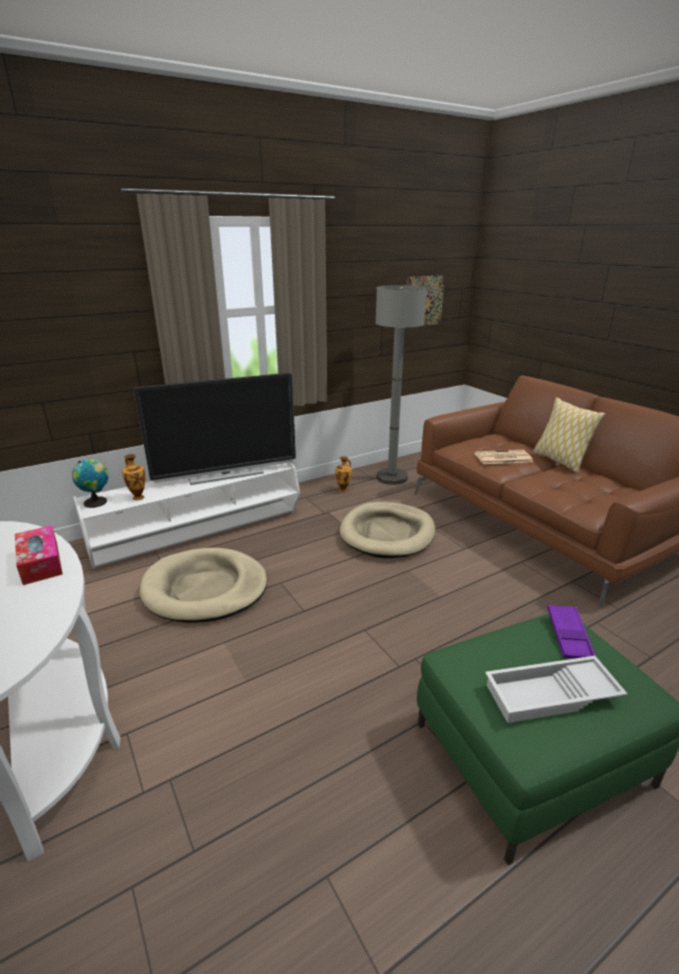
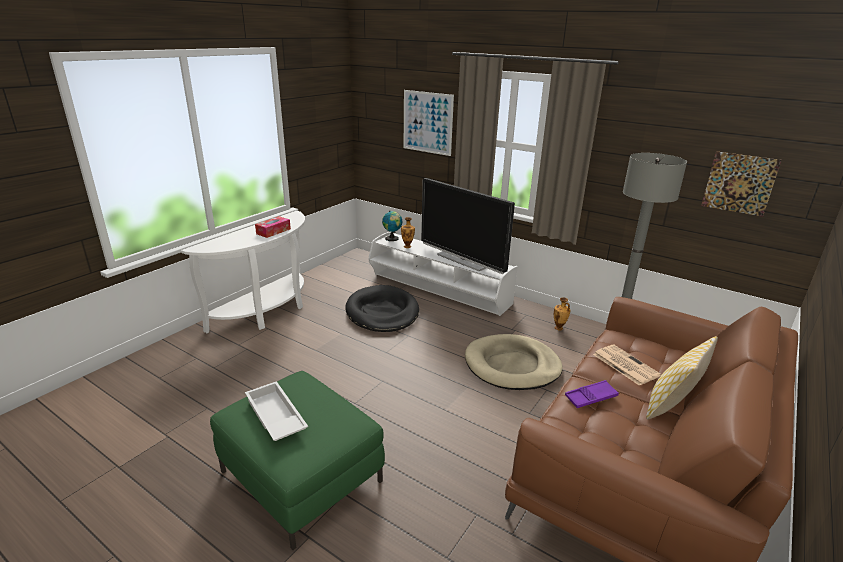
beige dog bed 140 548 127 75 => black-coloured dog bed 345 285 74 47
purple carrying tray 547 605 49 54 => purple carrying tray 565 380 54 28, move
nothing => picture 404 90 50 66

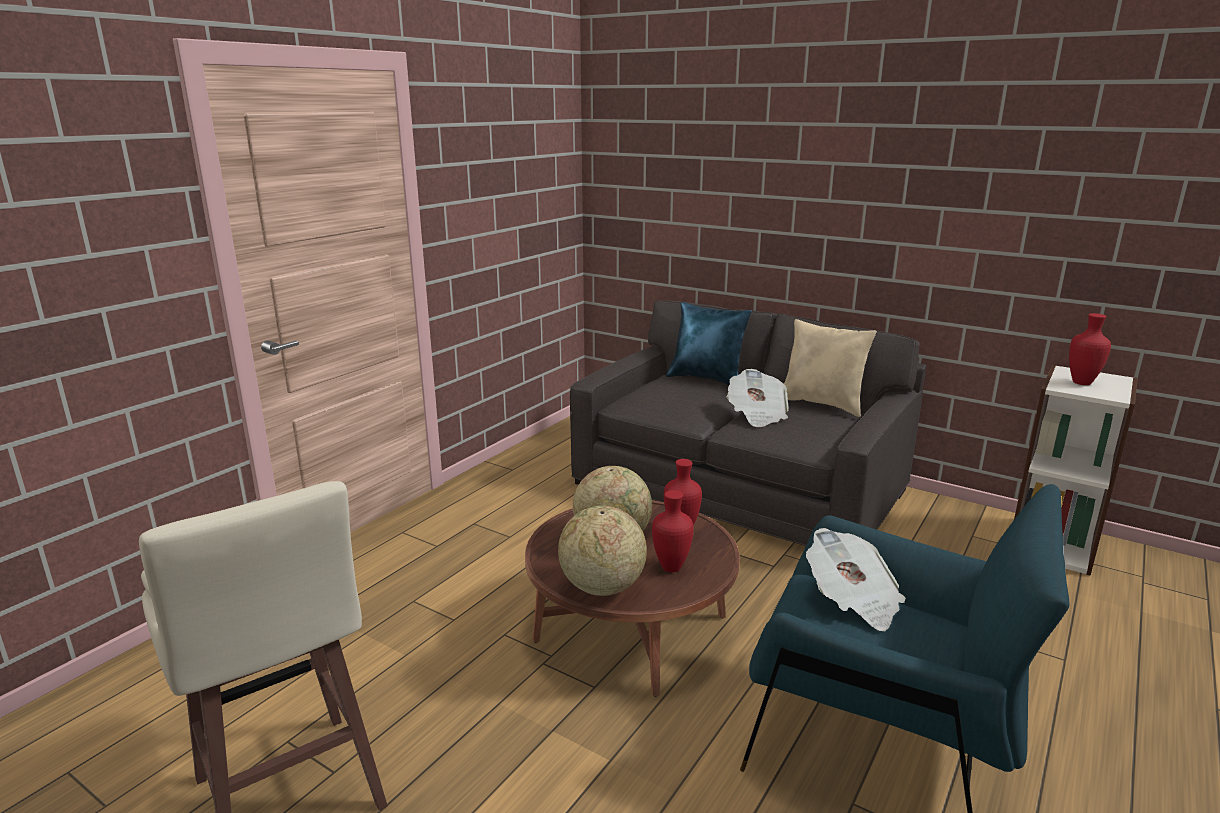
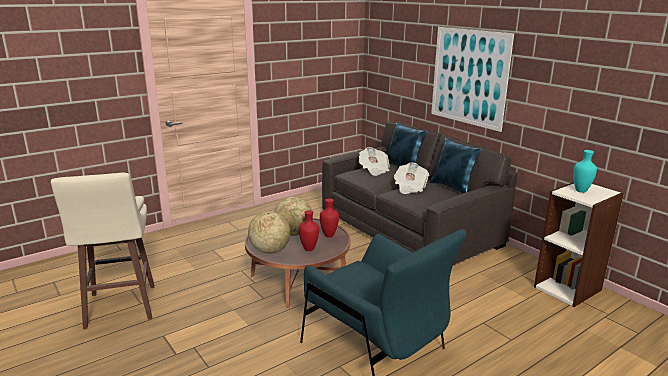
beige cushion 784 319 93 98 => blue cushion 430 138 52 56
printed paper 806 528 100 103 => printed paper 359 147 31 29, move
reddish vase 1069 313 42 72 => turquoise vase 573 150 24 43
nothing => picture 431 27 83 105

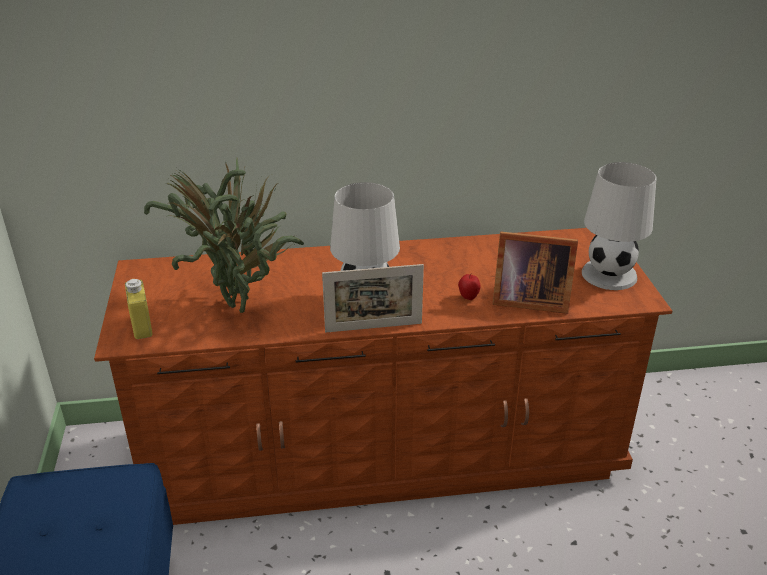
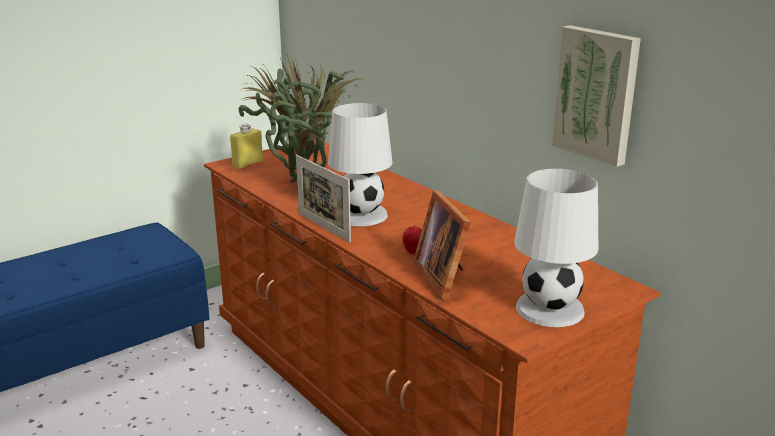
nothing => picture 552 25 89 142

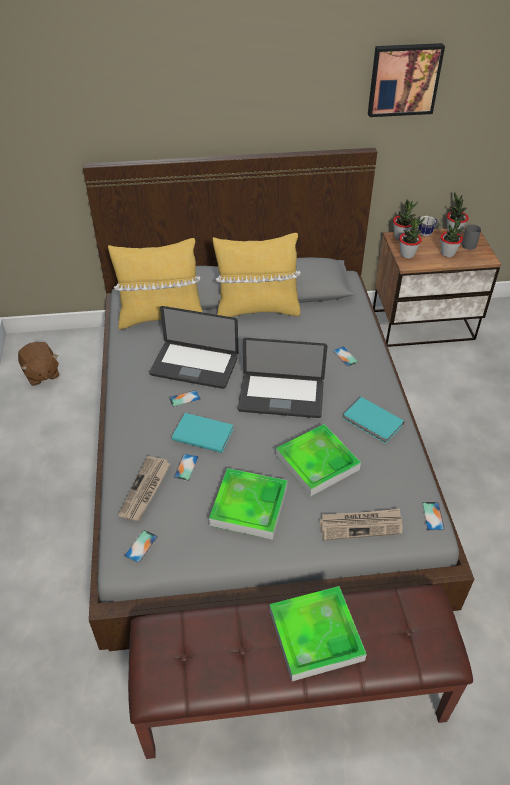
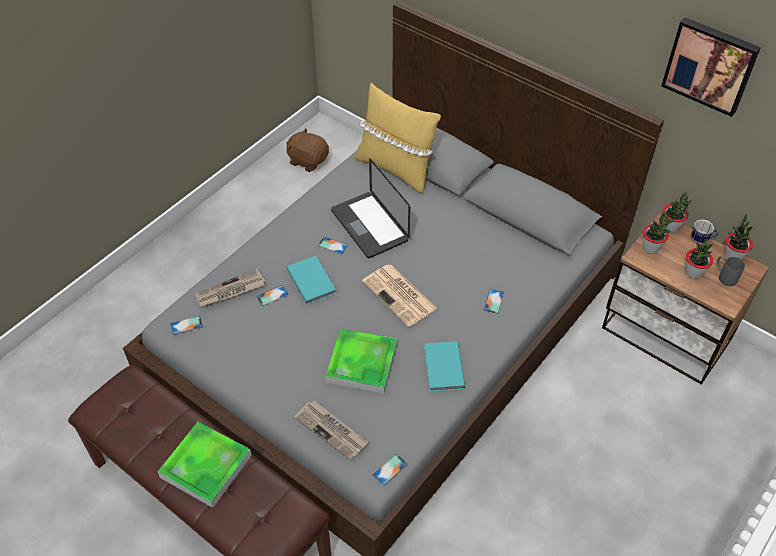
brown-coloured soft toy 18 342 41 44 => brown-coloured soft toy 286 128 43 44, 105 degrees clockwise
carrying tray 209 468 79 72 => nothing
yellowish cushion 213 233 88 84 => nothing
portable computer 238 338 89 80 => printed paper 362 264 75 63

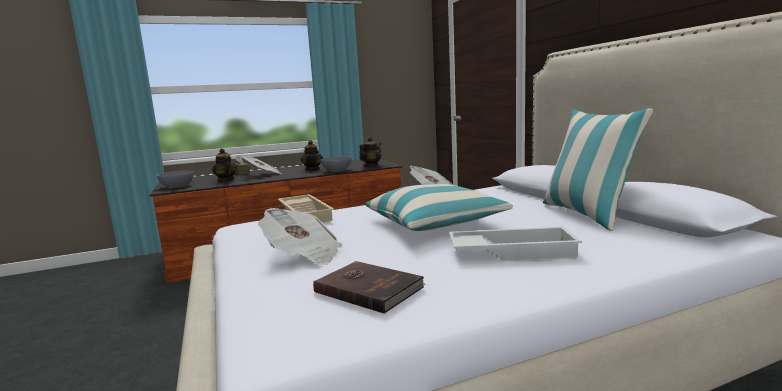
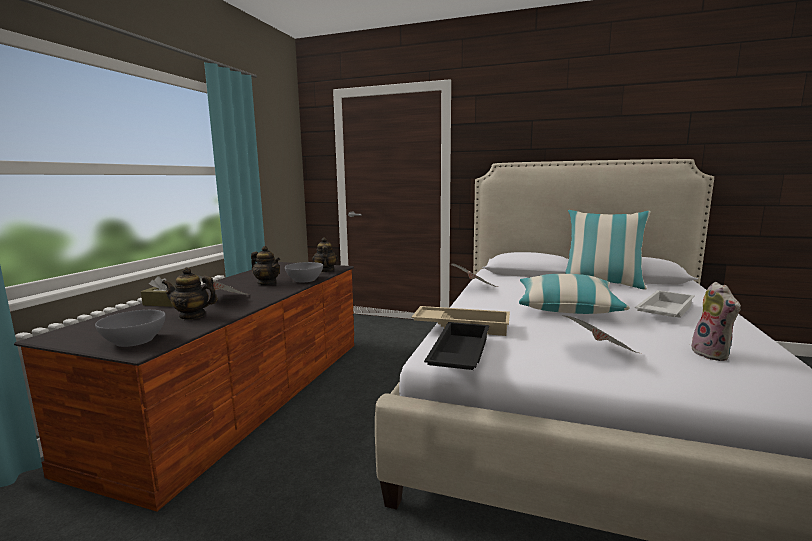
brown-coloured bound book 313 261 112 53 => soft toy 689 282 52 79
nothing => black-coloured carrying tray 424 322 65 48

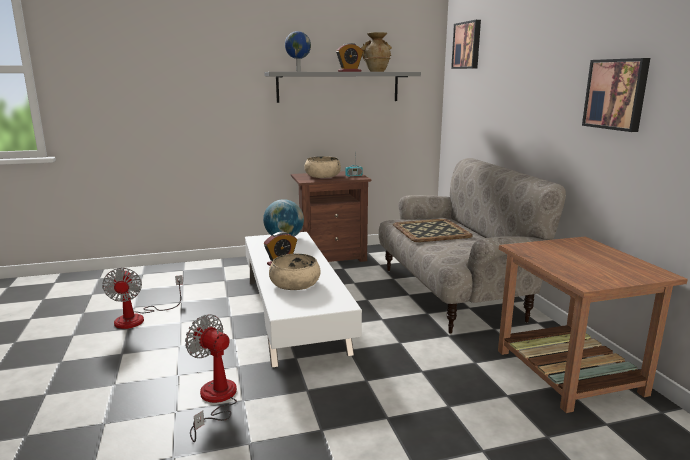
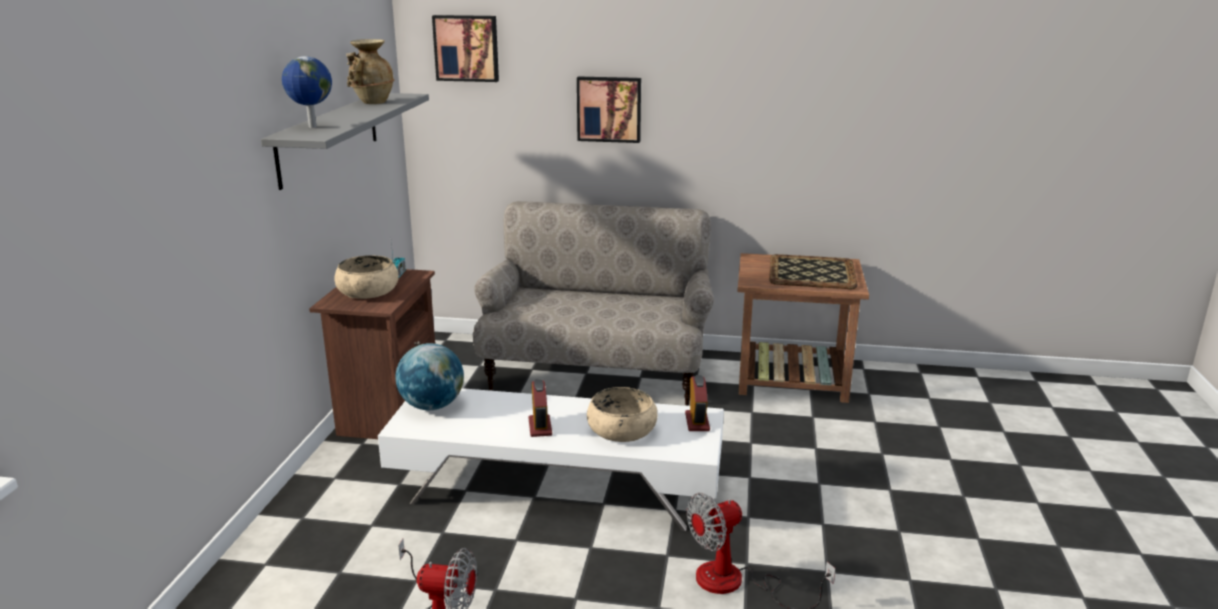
table clock 336 43 27 29 => table clock 685 375 25 56, move
carrying tray 393 219 80 23 => carrying tray 769 254 89 35, move
picture 582 58 68 74 => picture 577 76 64 67, move

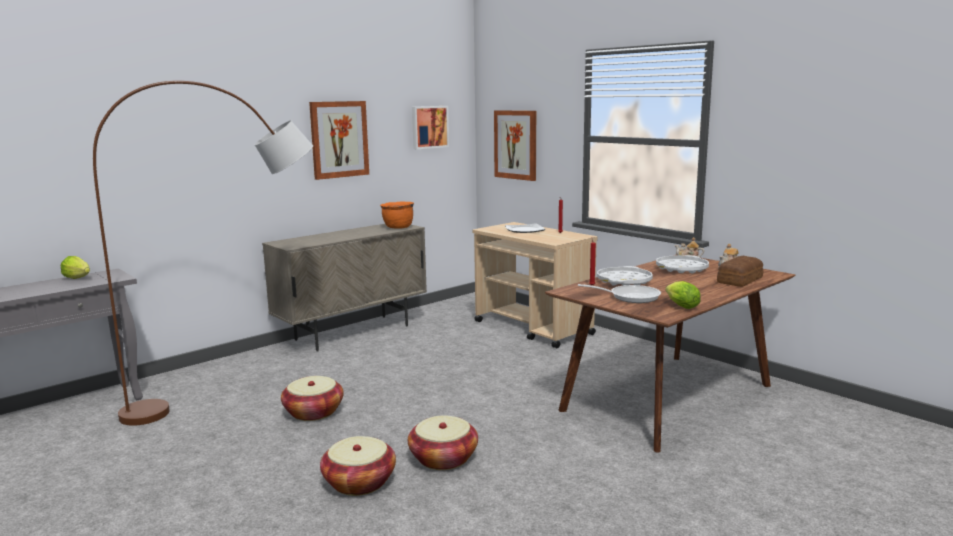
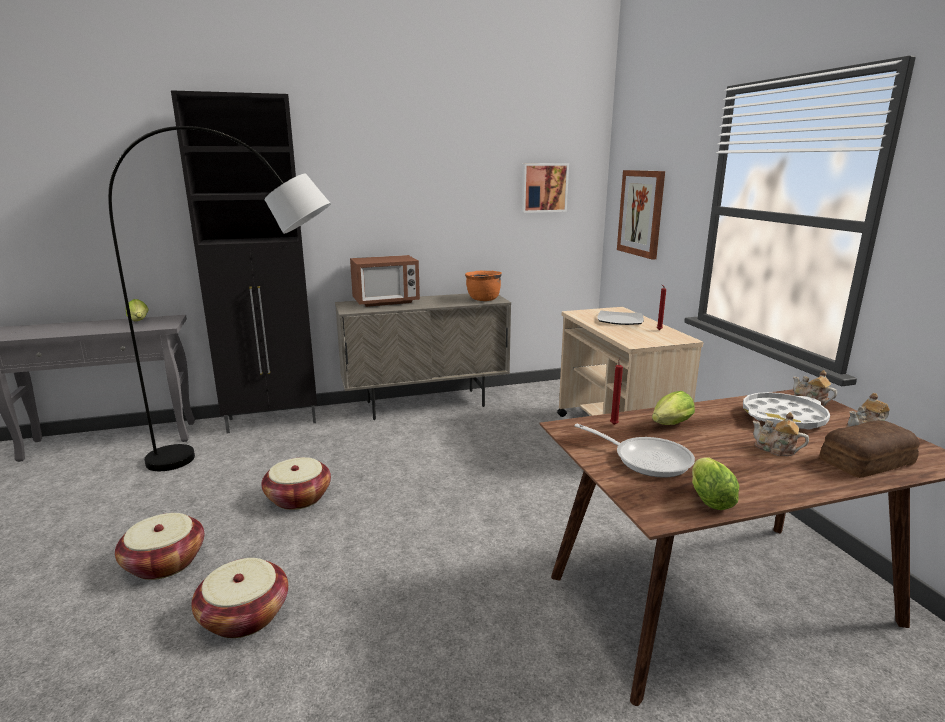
brown-coloured standing lamp 93 81 220 345 => grey standing lamp 108 126 223 345
picture 309 101 60 79 => nothing
household basket 408 416 70 54 => household basket 115 513 89 67, move
white-coloured carrying tray 597 266 56 20 => head of lettuce 652 391 43 34
nothing => black-coloured storage cabinet 171 90 146 344
nothing => microwave 350 255 70 52
nothing => pot for tea 753 412 56 44

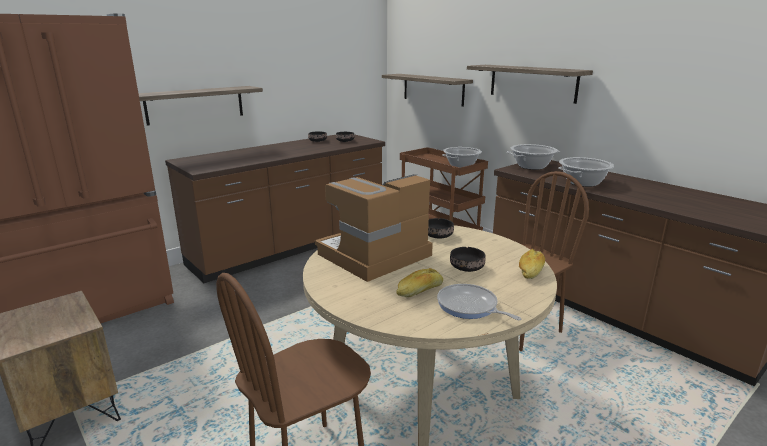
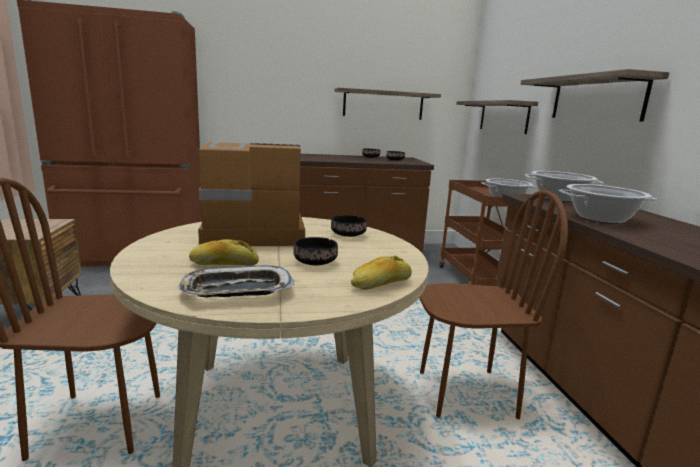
bracket shelf 138 86 125 40 => bracket shelf 334 88 107 32, move
skillet 437 284 85 36 => carrying tray 178 265 117 32

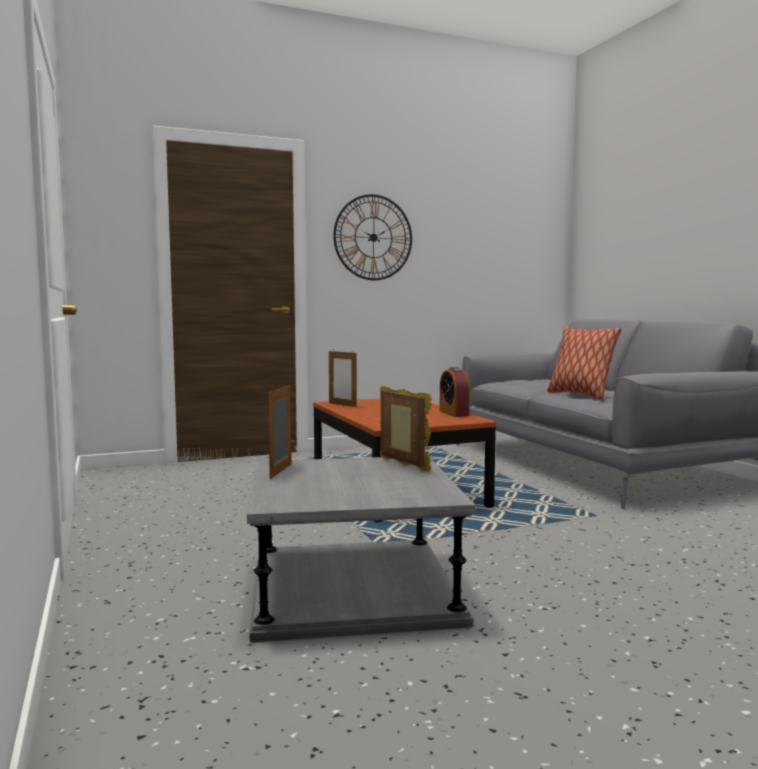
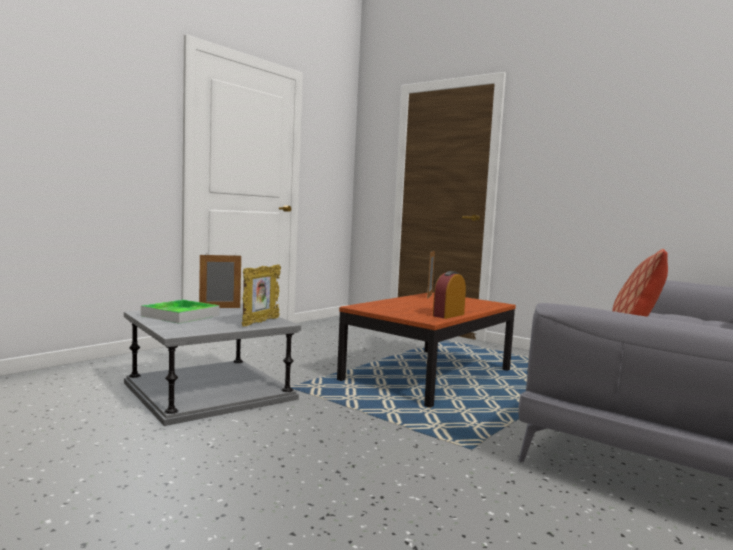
clock on the wall 333 194 79 86 => nothing
nothing => carrying tray 141 299 79 25

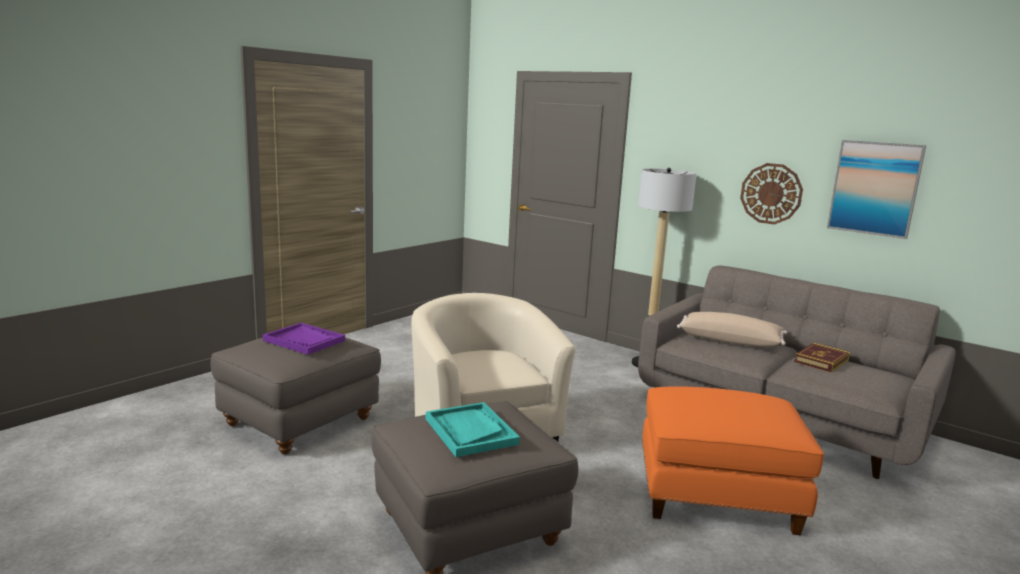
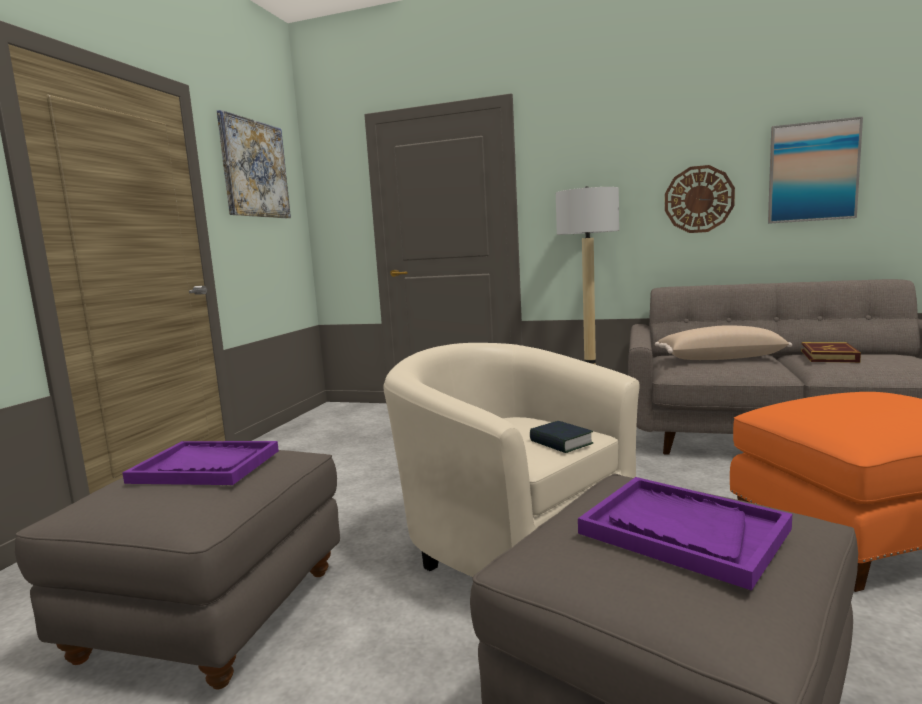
turquoise carrying tray 426 402 94 55 => purple carrying tray 578 477 214 113
nothing => picture 217 110 74 108
nothing => bound book 530 421 63 32

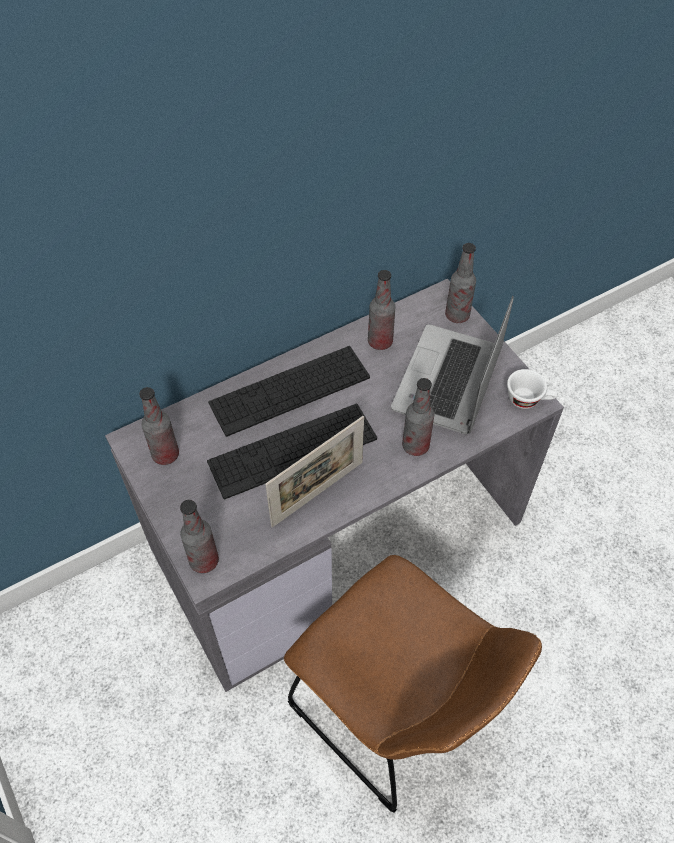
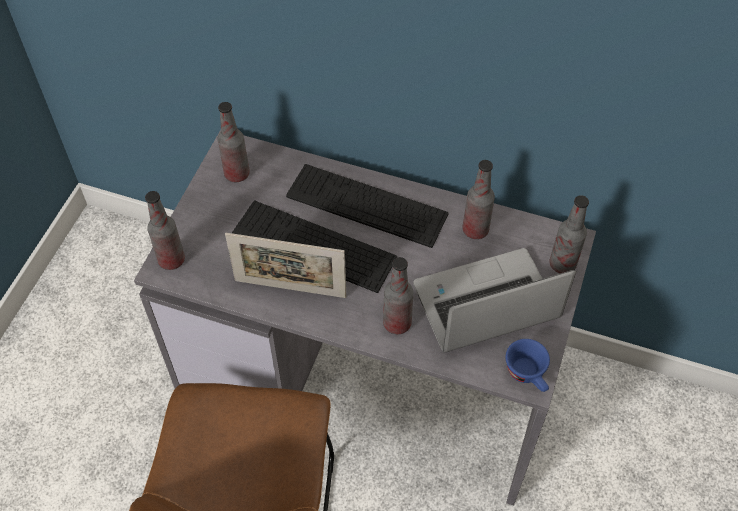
white-coloured cup 507 369 51 40 => blue cup 506 339 44 53

